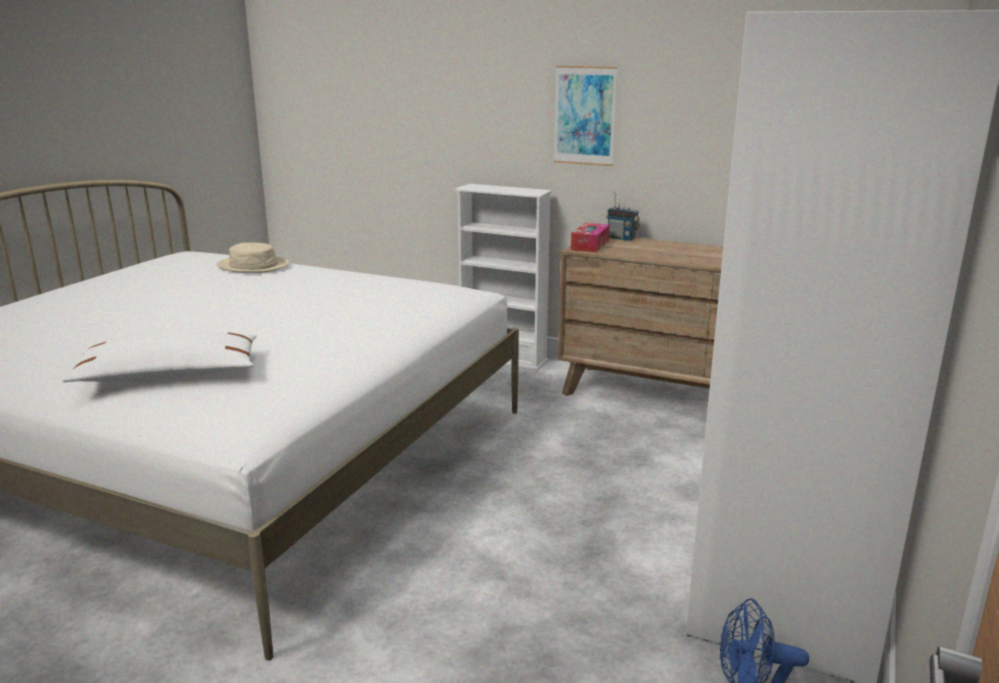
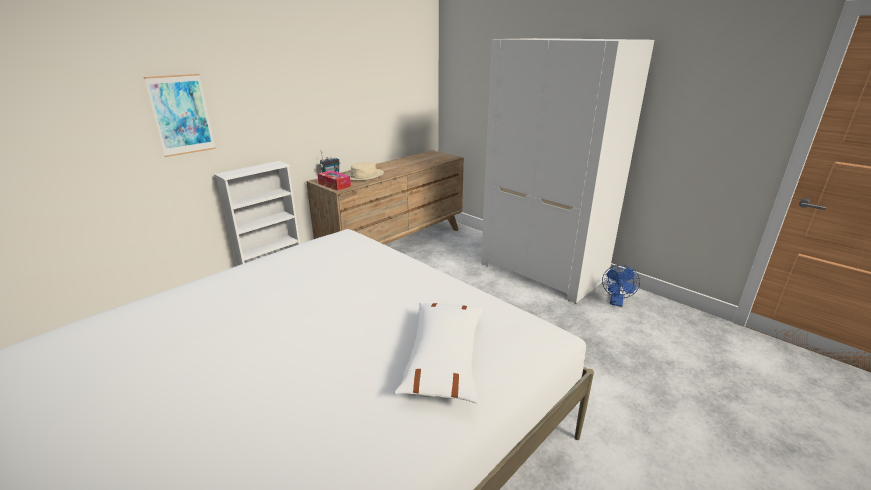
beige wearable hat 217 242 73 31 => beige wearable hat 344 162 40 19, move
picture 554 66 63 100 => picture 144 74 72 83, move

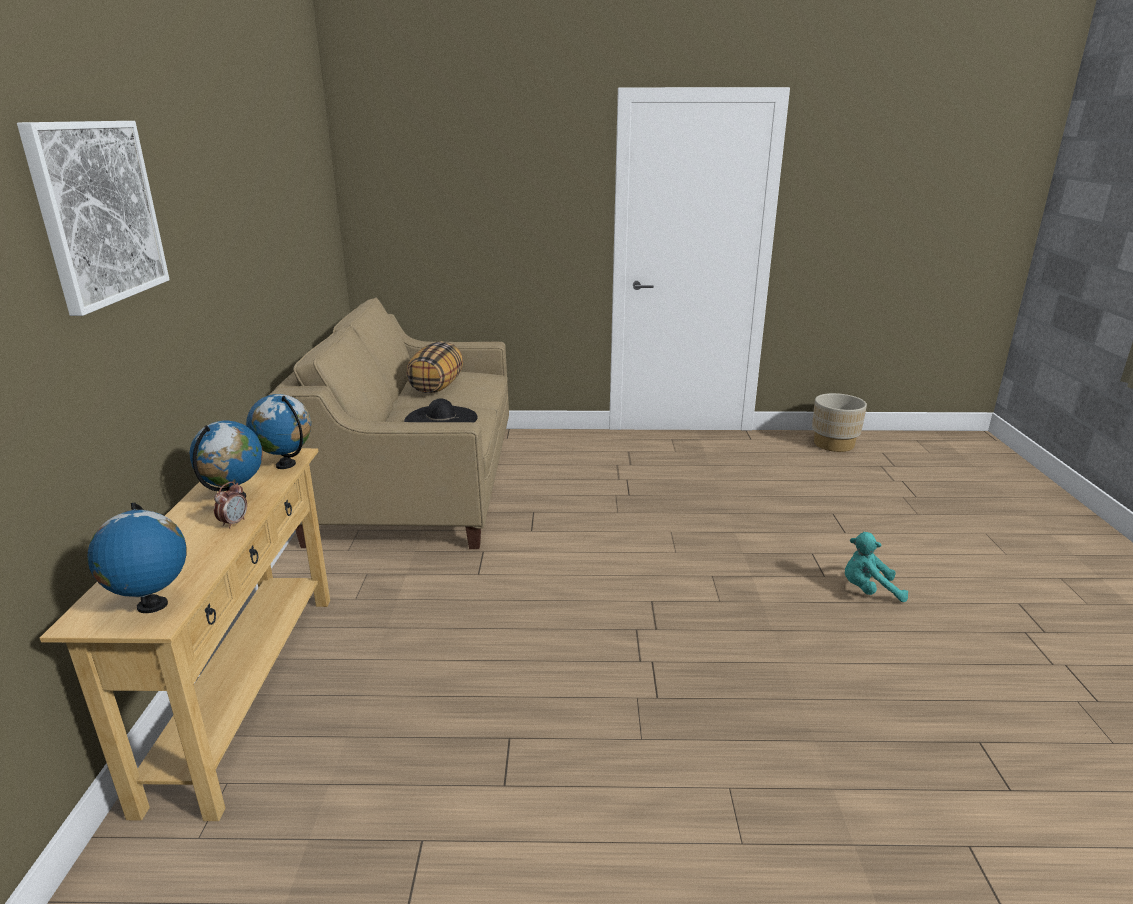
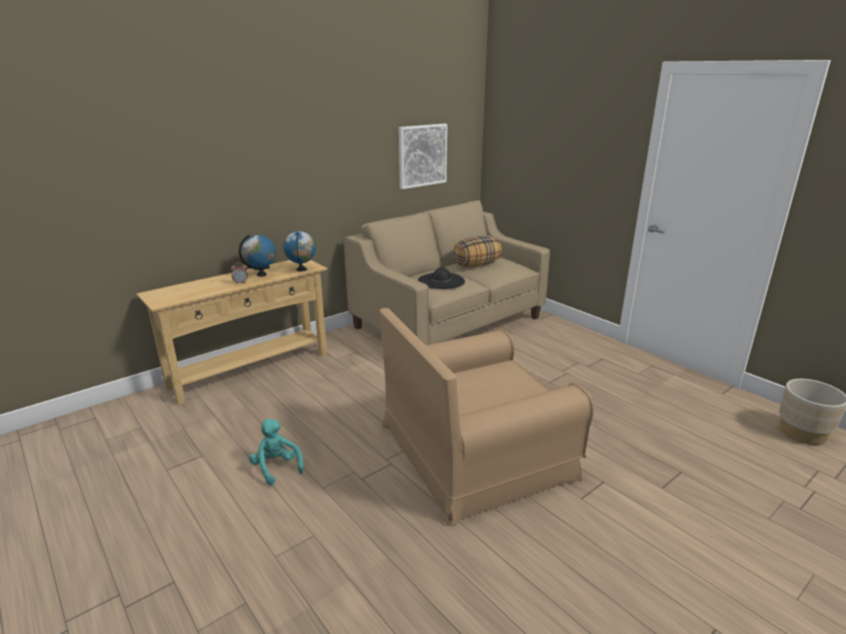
picture 17 121 153 195 => picture 399 124 48 65, move
desk globe 88 503 98 110 => nothing
turquoise soft toy 845 532 63 70 => turquoise soft toy 249 419 55 67, move
nothing => brown-coloured lounge chair 380 308 214 217

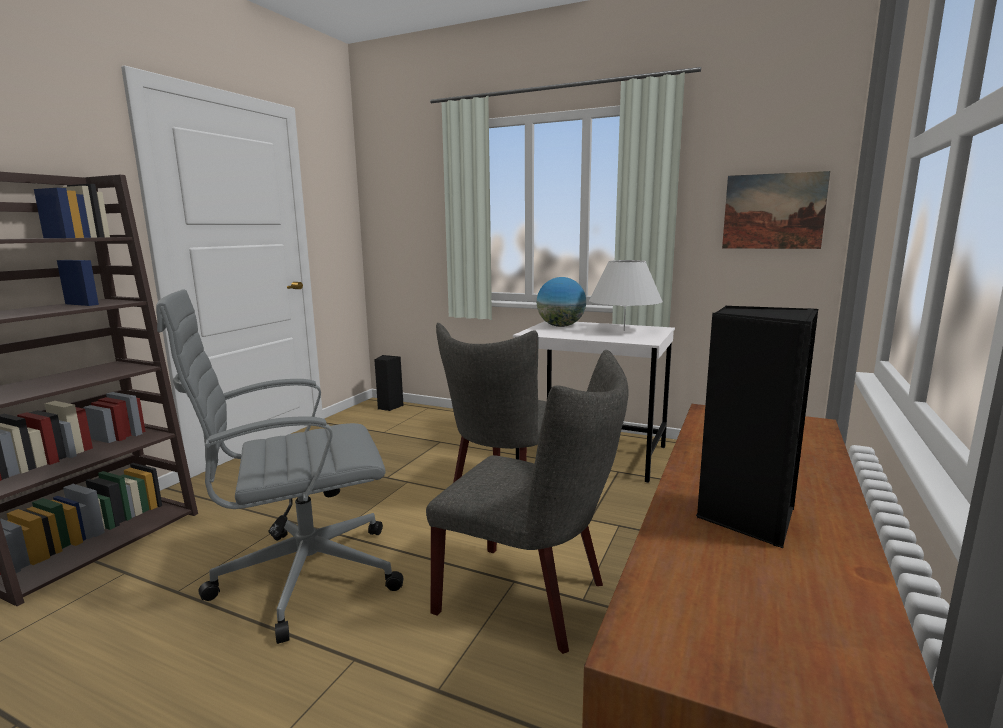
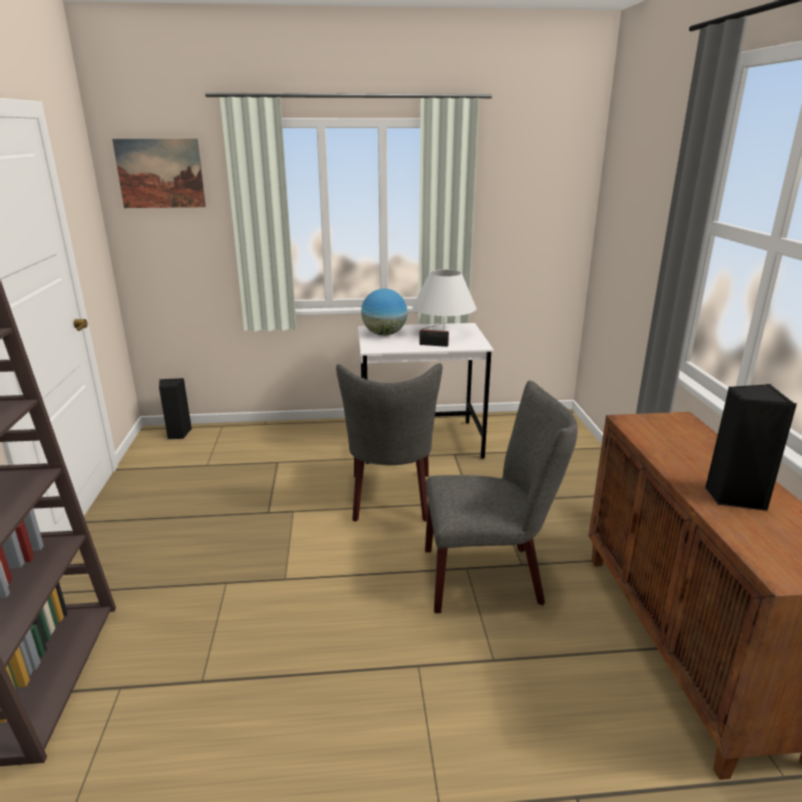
grey desk chair 156 289 247 355 => nothing
picture 722 171 108 78 => picture 112 139 94 69, move
nothing => radio 419 321 33 26

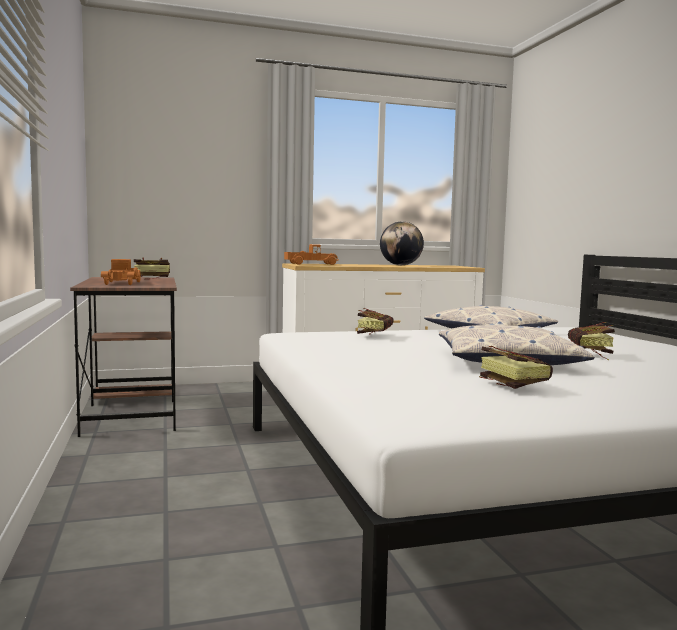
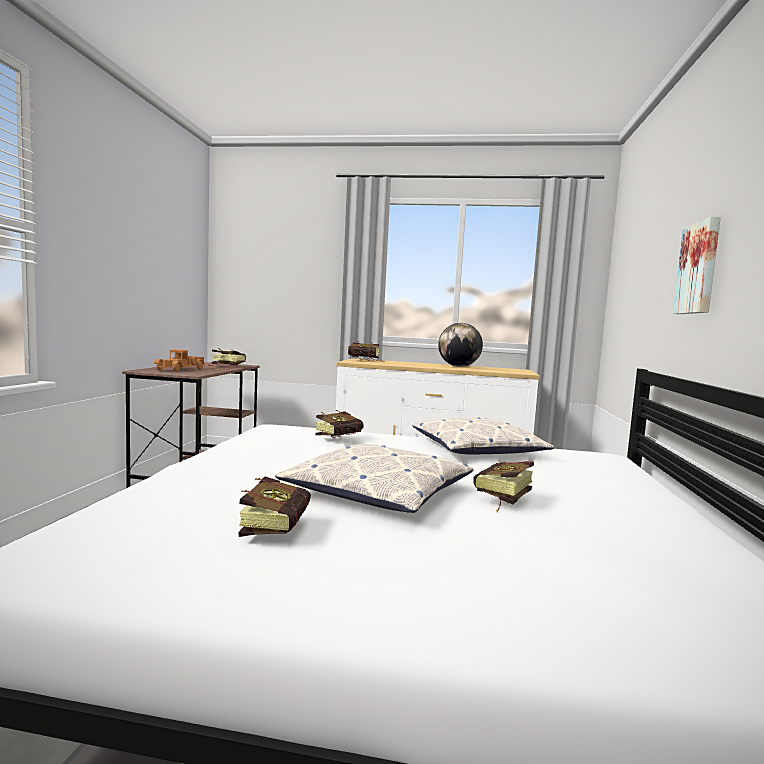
toy lorry 284 244 54 21 => bound book 348 341 31 20
nothing => picture 673 216 48 98

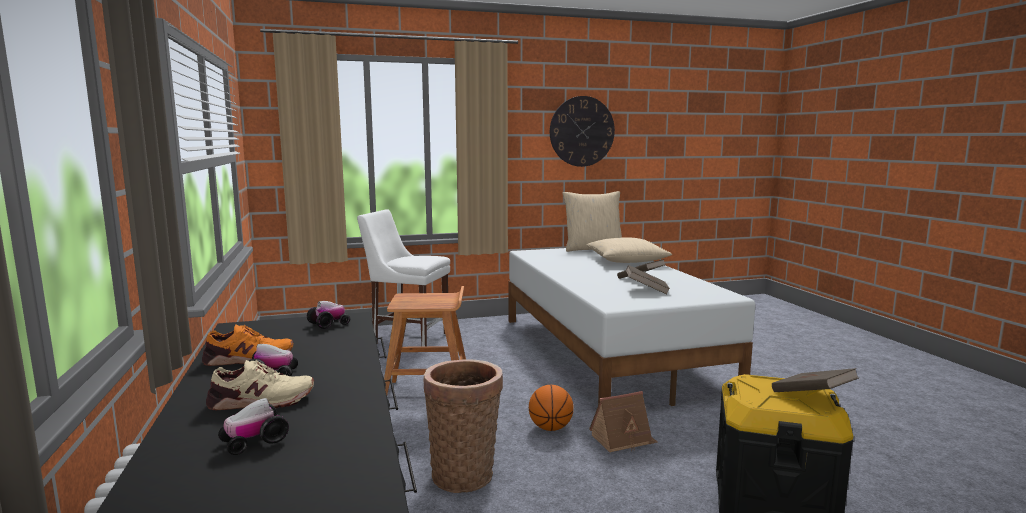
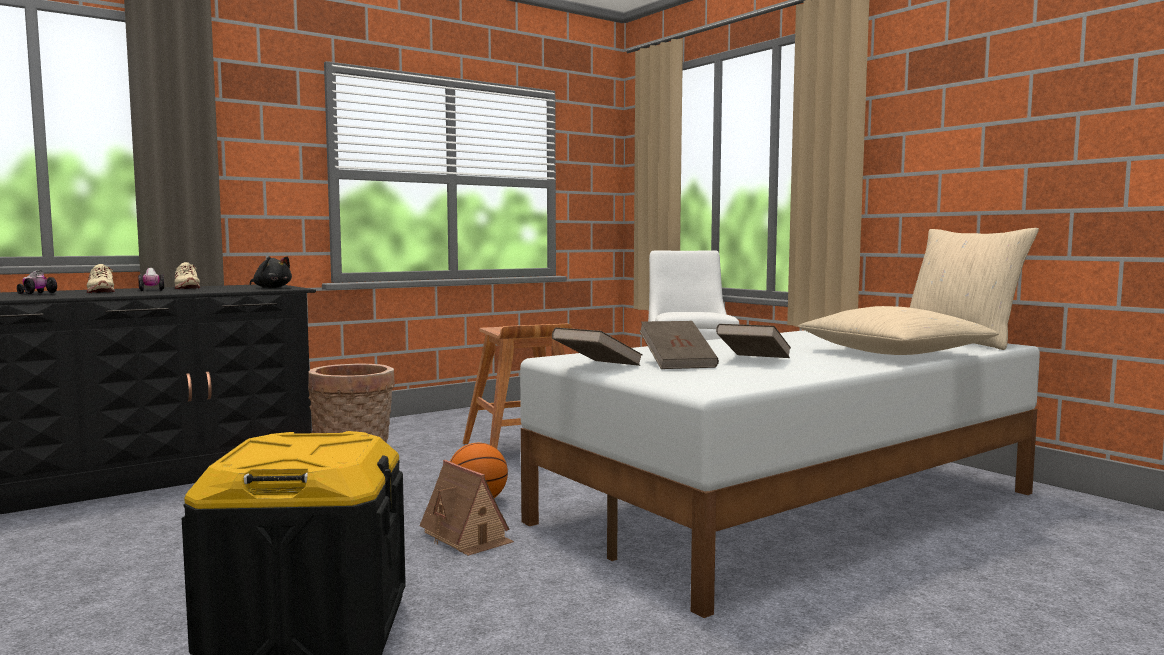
orange-coloured low shoe 202 324 91 42 => beige low shoe 174 262 26 27
model car 307 301 43 28 => black-coloured soft toy 250 256 42 32
clock on the wall 550 96 65 71 => nothing
brown-coloured bound book 772 368 87 24 => brown-coloured bound book 552 327 91 39, move

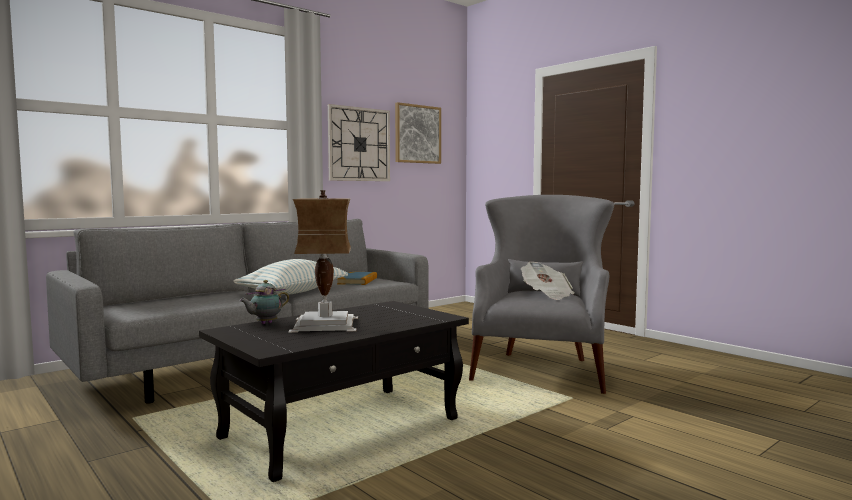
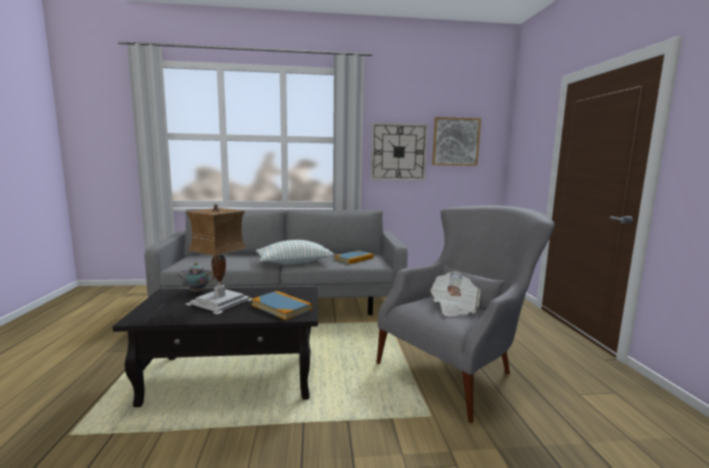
nothing => bound book 251 291 61 29

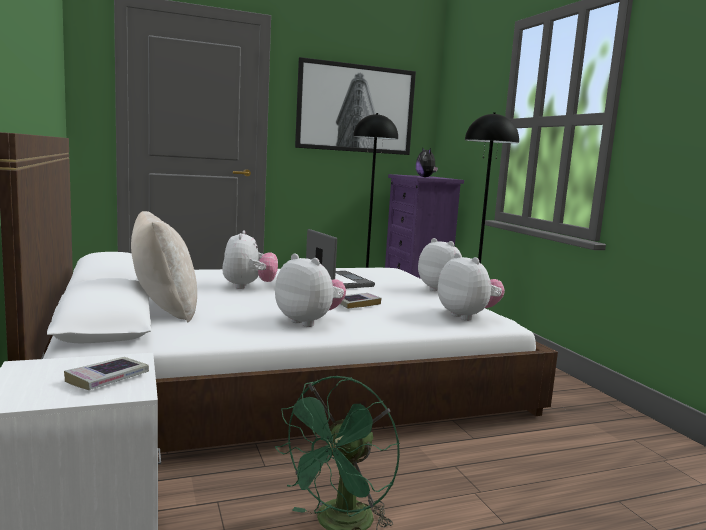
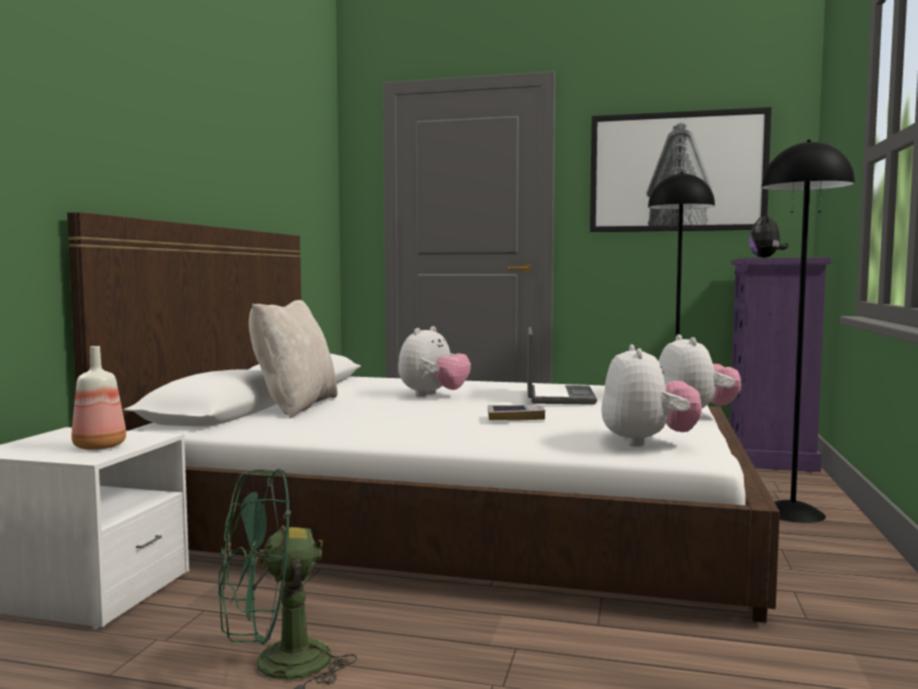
bound book 64 357 85 33 => drink bottle 71 346 55 104
soft toy 275 253 71 74 => nothing

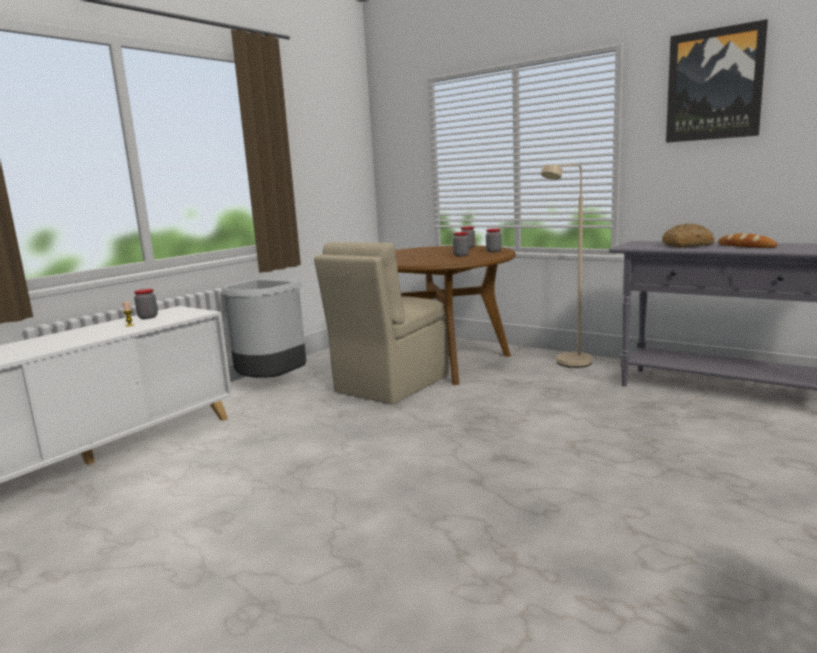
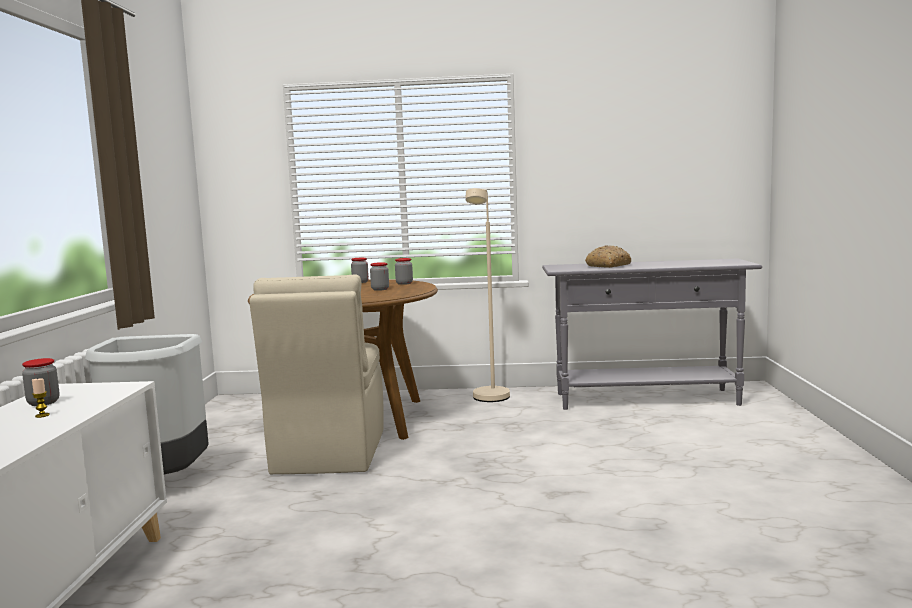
picture 666 19 102 124 => nothing
baked bread 718 233 59 15 => nothing

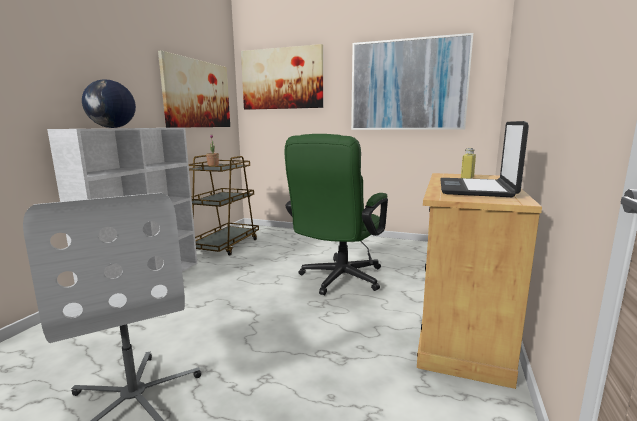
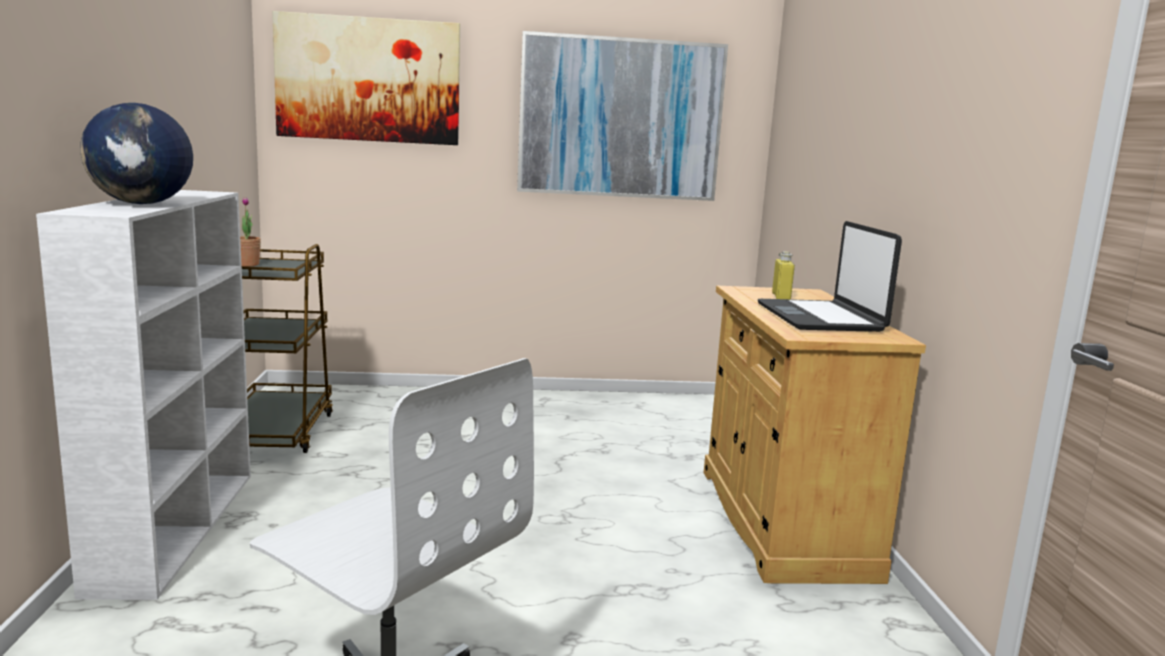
picture 158 51 72 77 => nothing
green-coloured desk chair 285 134 103 161 => nothing

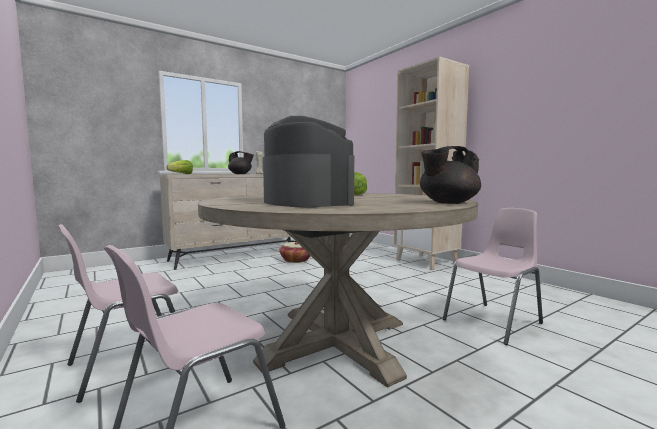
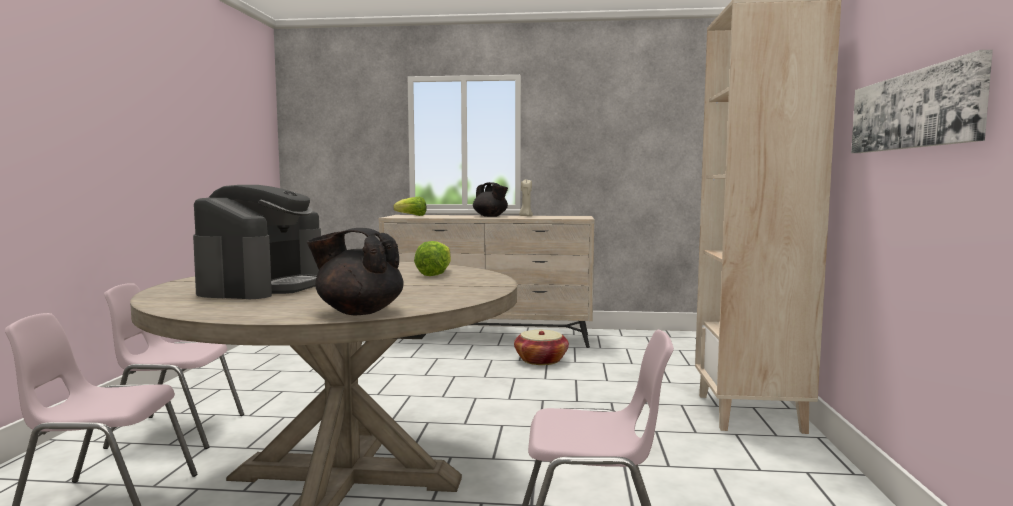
nothing => picture 851 50 142 103

